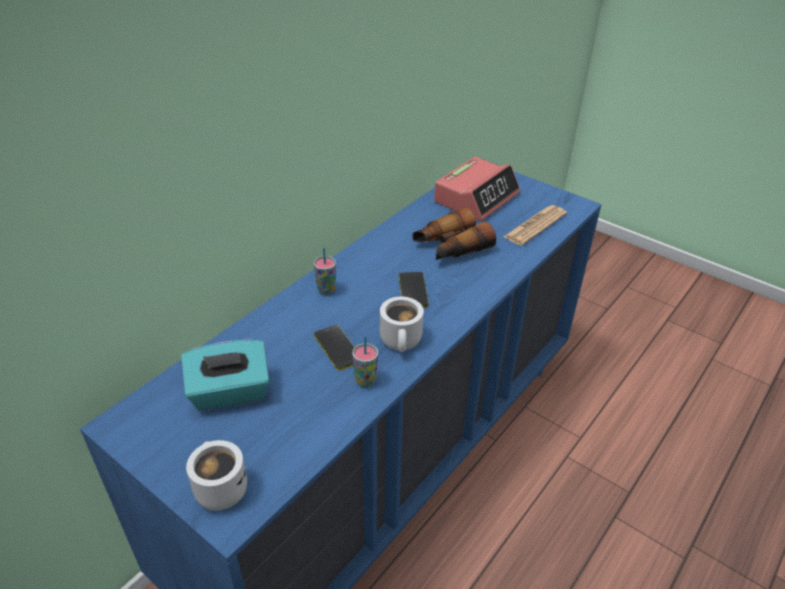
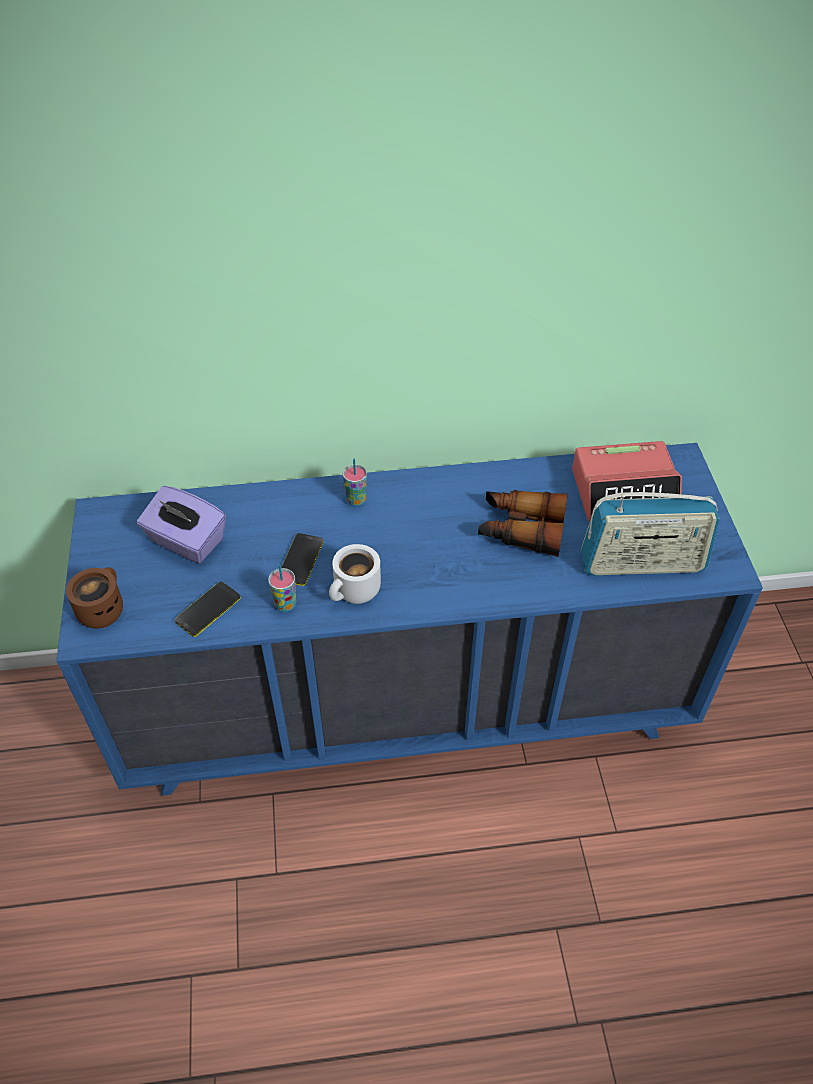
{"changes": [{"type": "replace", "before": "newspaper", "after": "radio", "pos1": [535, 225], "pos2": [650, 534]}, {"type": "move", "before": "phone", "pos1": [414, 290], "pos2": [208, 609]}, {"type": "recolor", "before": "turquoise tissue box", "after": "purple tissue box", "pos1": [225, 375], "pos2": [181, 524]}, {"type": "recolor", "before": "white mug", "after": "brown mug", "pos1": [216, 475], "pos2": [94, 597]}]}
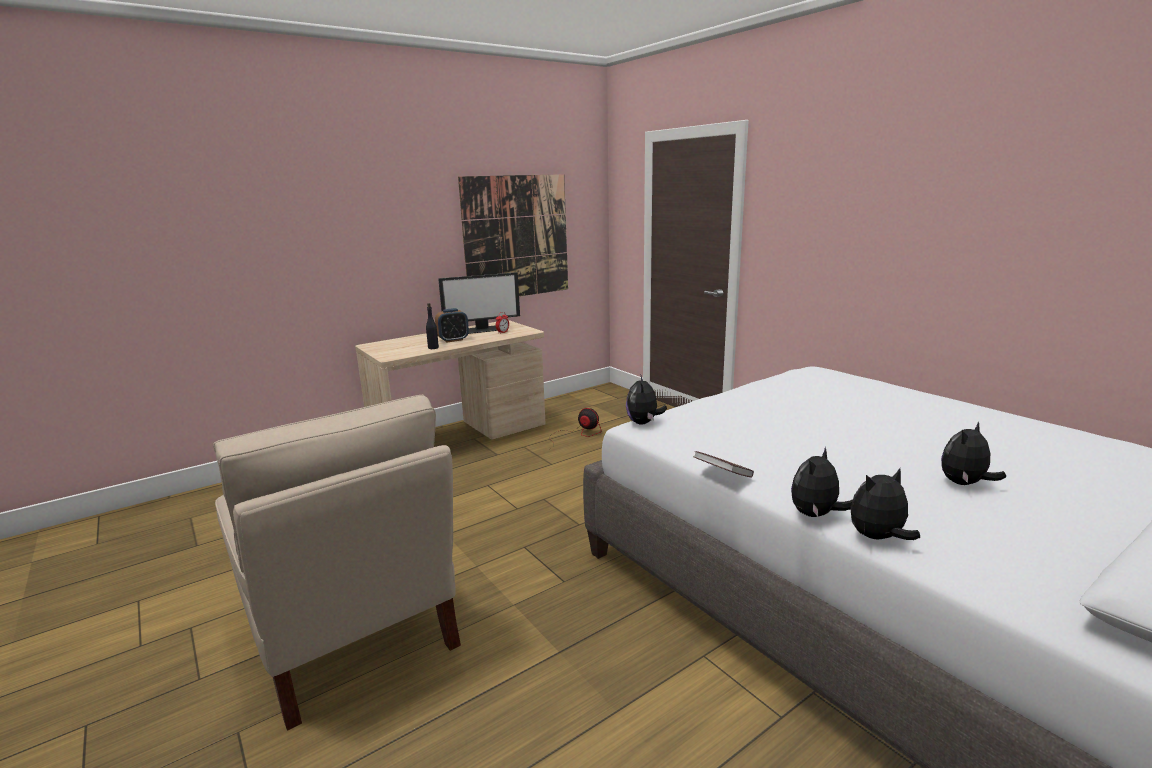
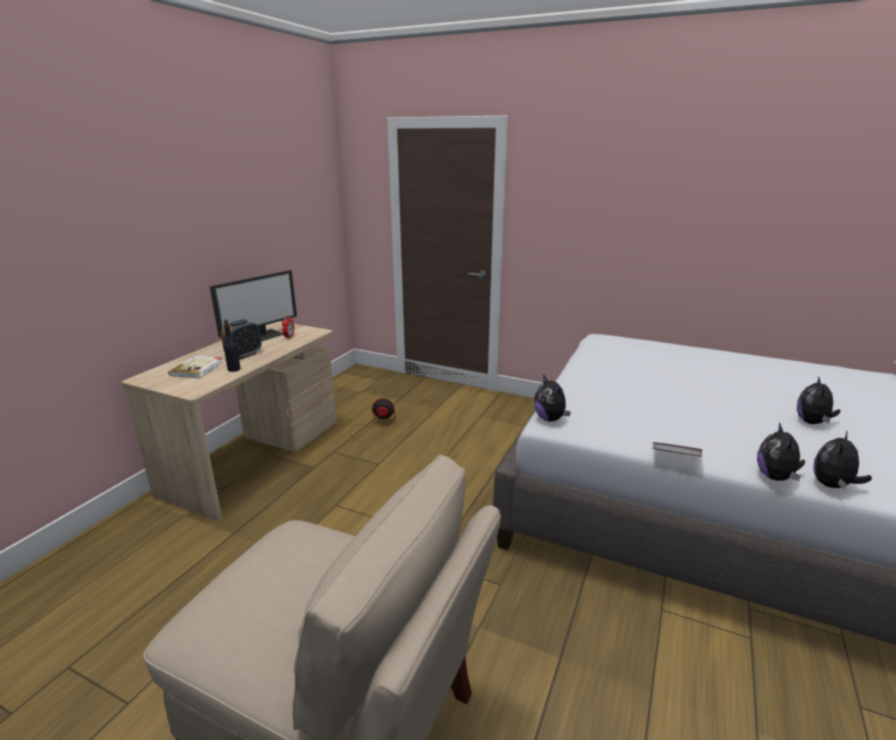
{"changes": [{"type": "delete", "before": "picture", "pos1": [513, 235]}, {"type": "insert", "after": "book", "pos2": [195, 367]}]}
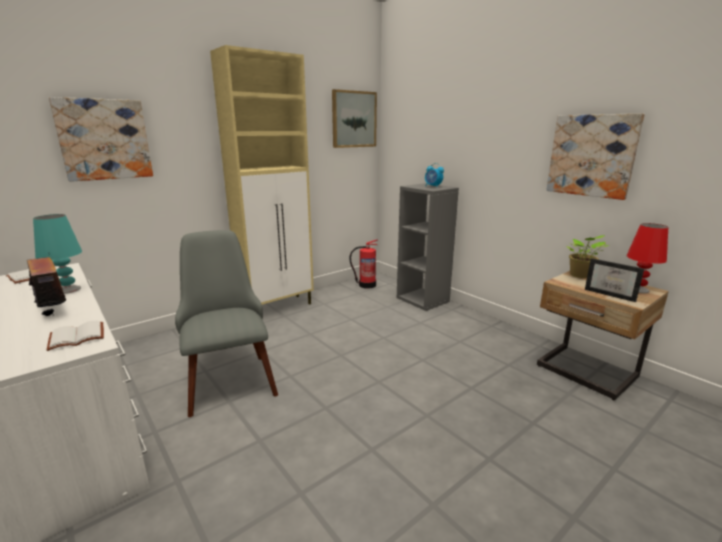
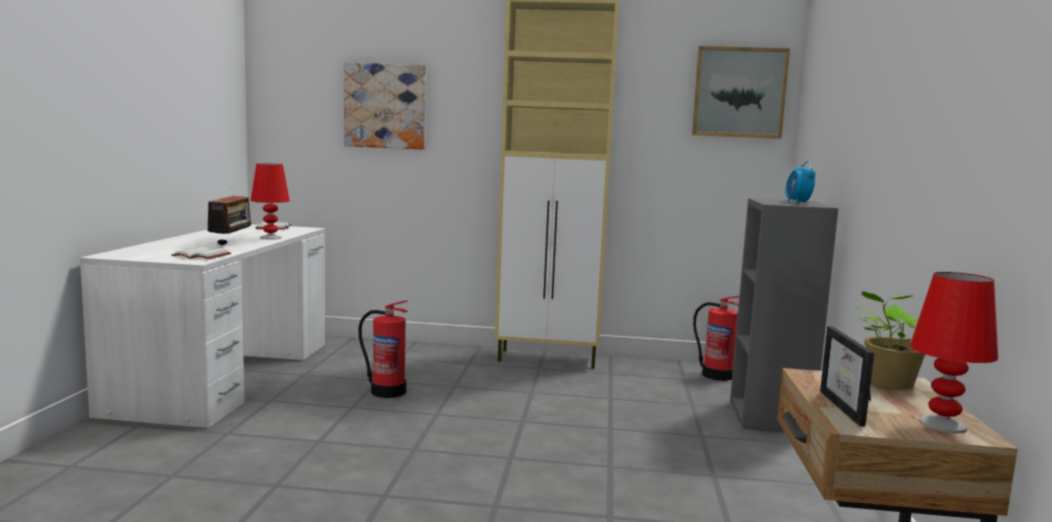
{"changes": [{"type": "delete", "before": "picture", "pos1": [595, 156]}, {"type": "recolor", "before": "turquoise table lamp", "after": "red table lamp", "pos1": [57, 254], "pos2": [270, 201]}, {"type": "replace", "before": "grey chair", "after": "fire extinguisher", "pos1": [226, 323], "pos2": [383, 349]}]}
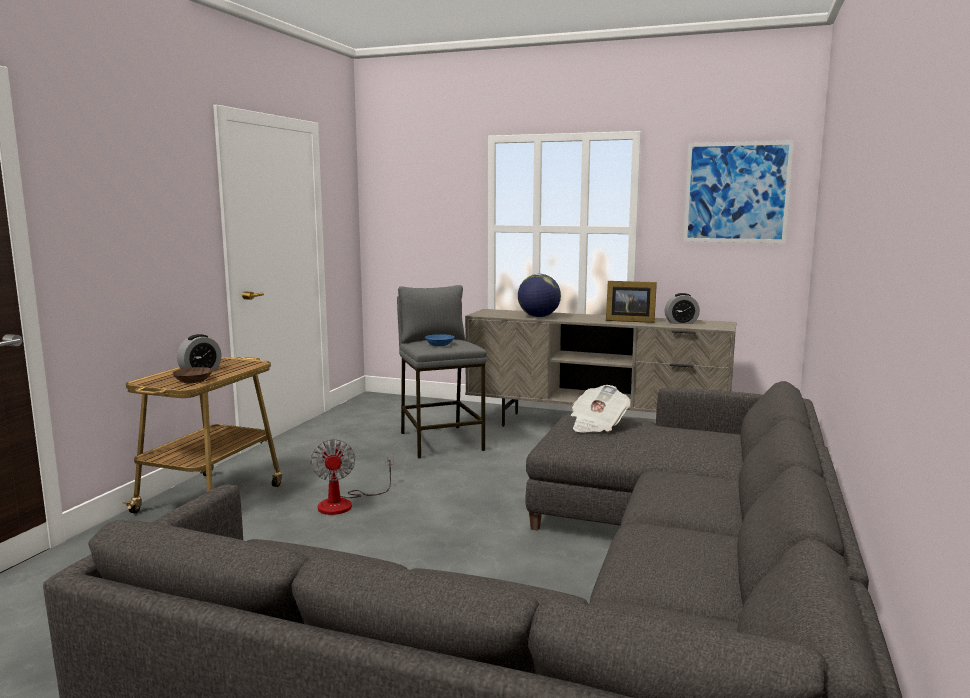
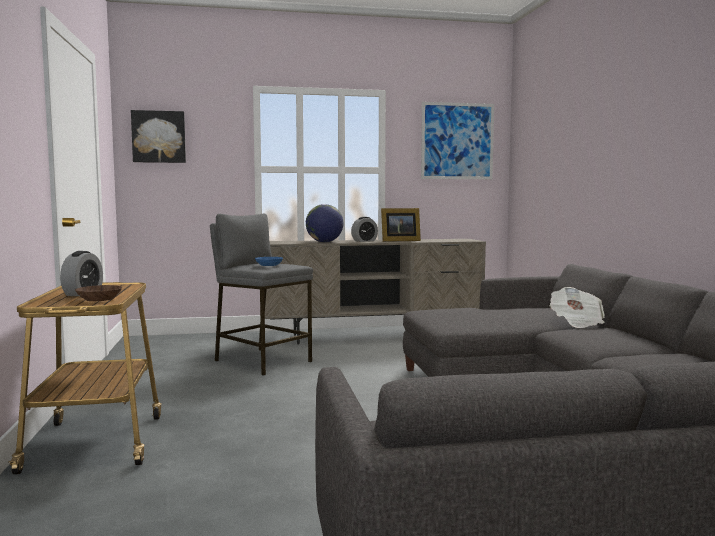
{"changes": [{"type": "move", "before": "alarm clock", "pos1": [682, 308], "pos2": [364, 229]}, {"type": "move", "before": "newspaper", "pos1": [601, 409], "pos2": [577, 307]}, {"type": "delete", "before": "fan", "pos1": [351, 477]}, {"type": "insert", "after": "picture", "pos2": [158, 136]}]}
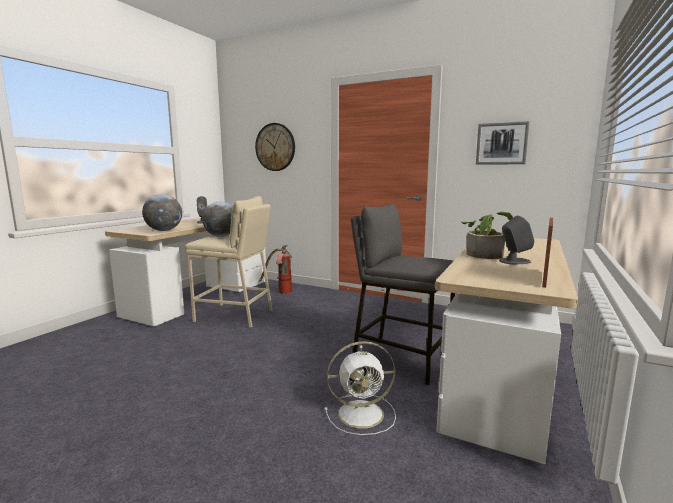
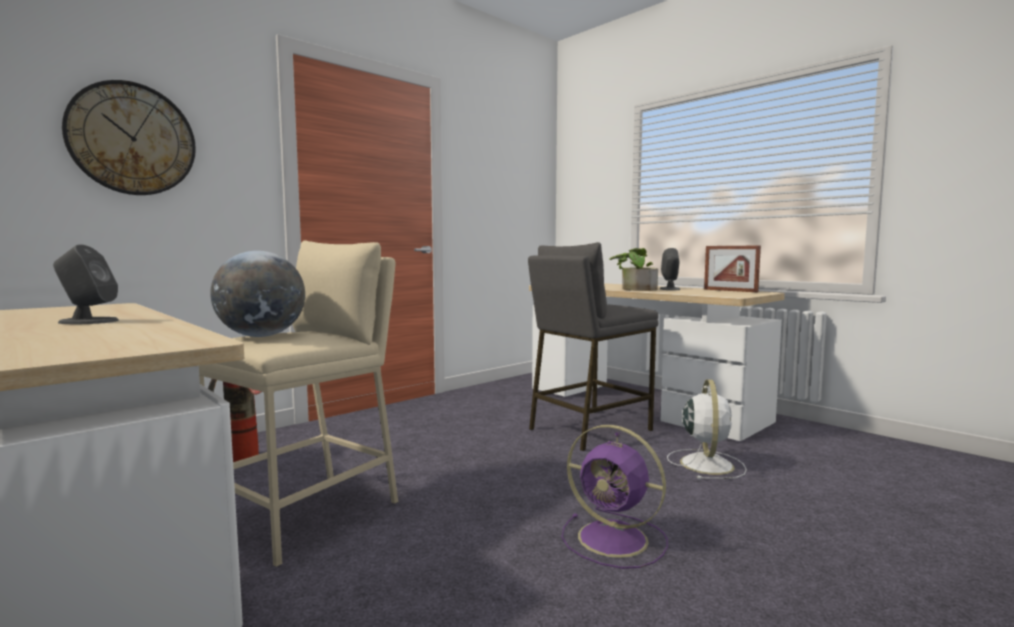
{"changes": [{"type": "delete", "before": "picture", "pos1": [502, 143]}, {"type": "delete", "before": "globe", "pos1": [162, 212]}, {"type": "insert", "after": "purple fan", "pos2": [615, 497]}]}
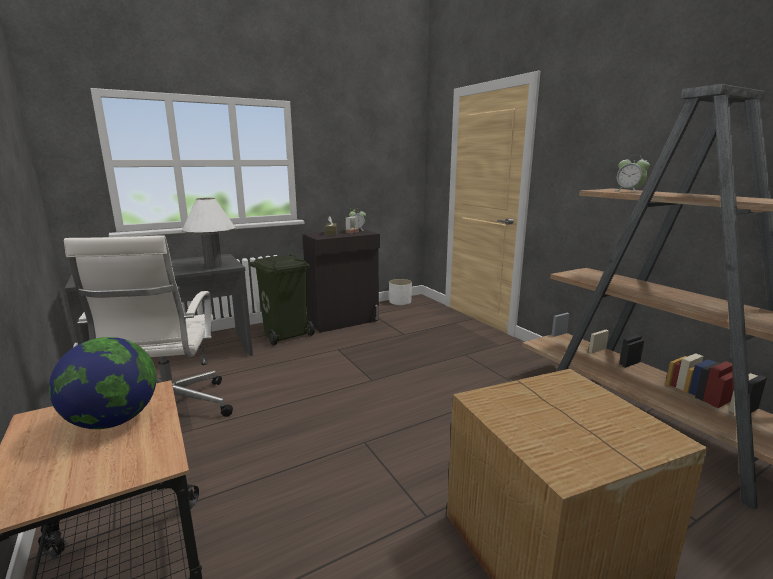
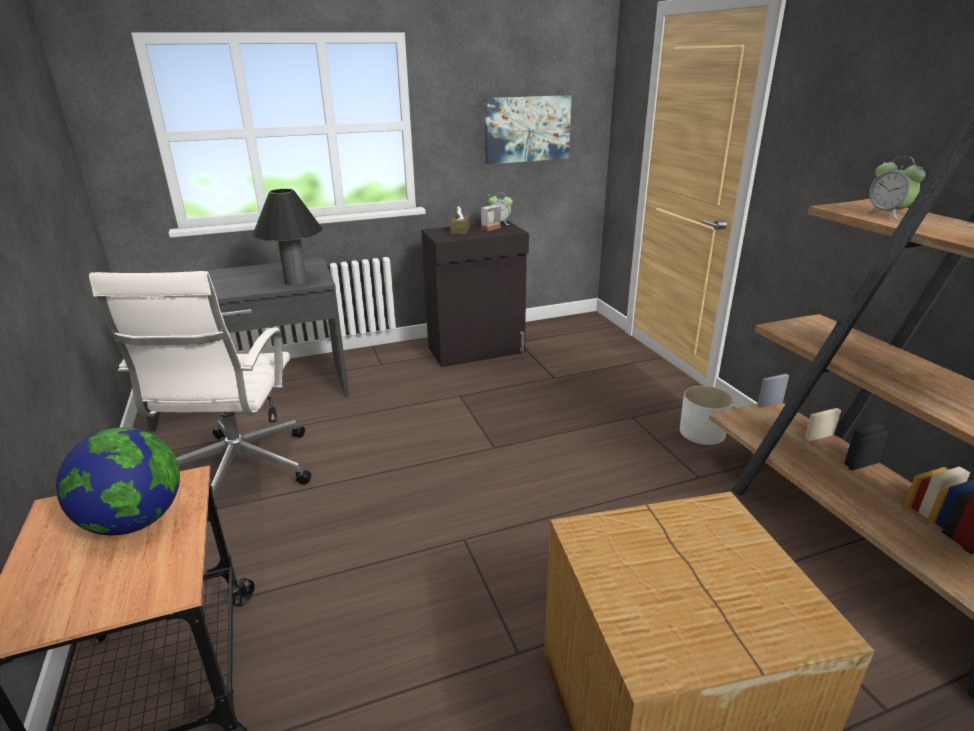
{"changes": [{"type": "recolor", "before": "white table lamp", "after": "black table lamp", "pos1": [208, 233], "pos2": [287, 237]}, {"type": "delete", "before": "green trash can", "pos1": [282, 299]}, {"type": "move", "before": "white planter", "pos1": [400, 292], "pos2": [707, 415]}, {"type": "insert", "after": "picture", "pos2": [528, 129]}]}
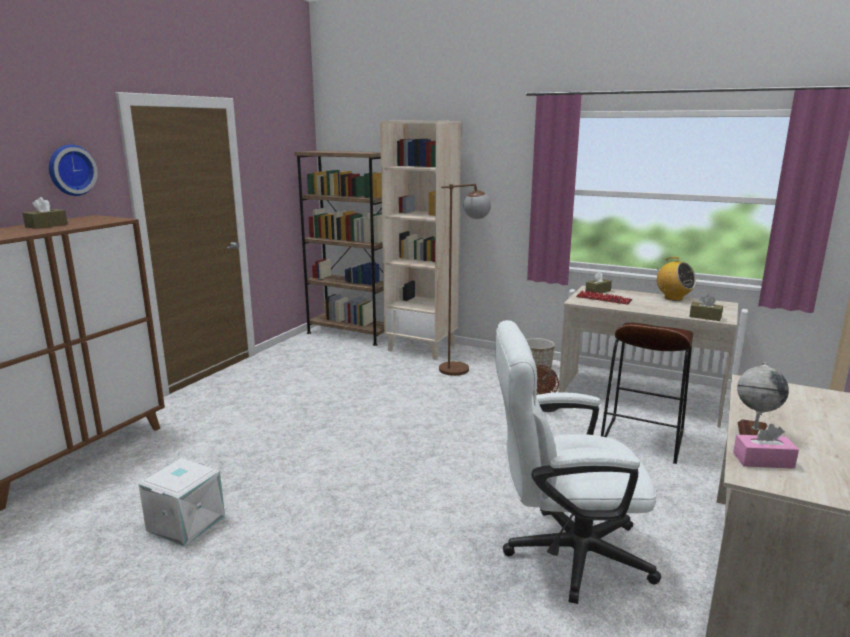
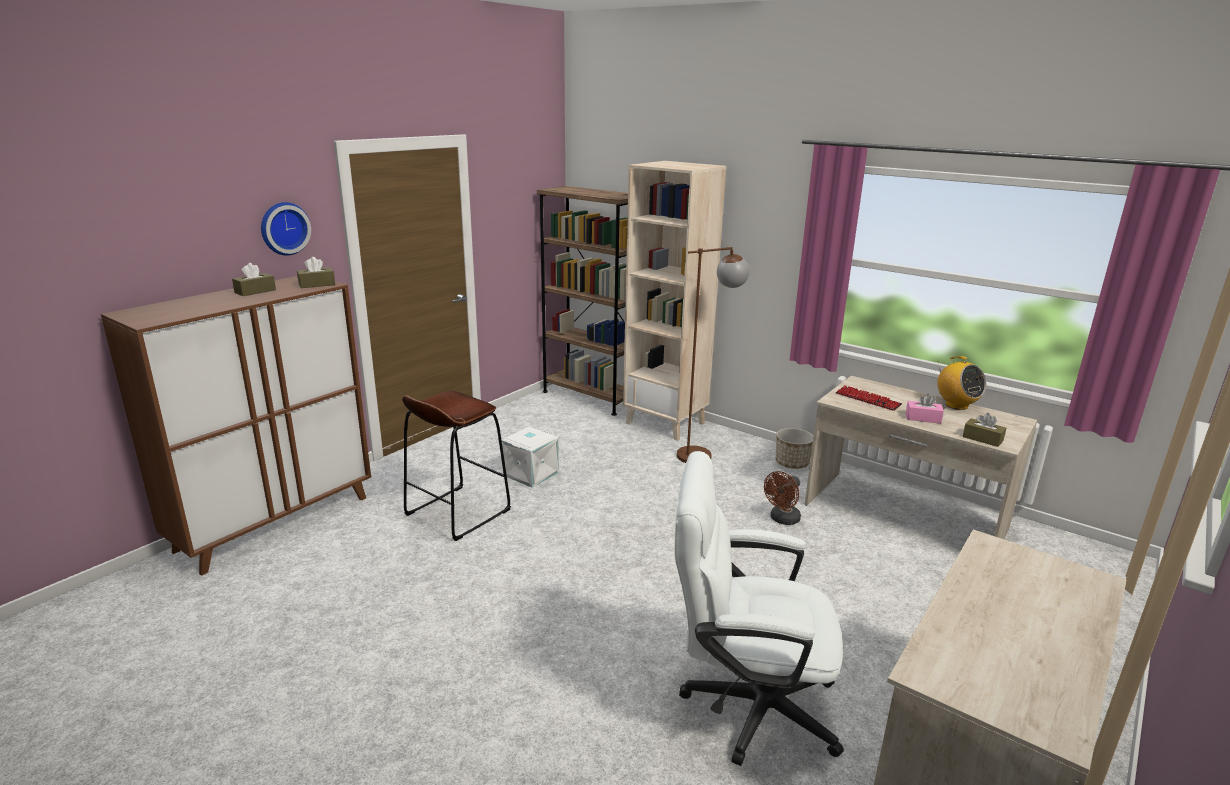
{"changes": [{"type": "move", "before": "brown tissue box", "pos1": [599, 282], "pos2": [316, 272]}, {"type": "move", "before": "brown stool", "pos1": [647, 393], "pos2": [456, 465]}, {"type": "delete", "before": "globe", "pos1": [763, 398]}, {"type": "move", "before": "pink tissue box", "pos1": [766, 446], "pos2": [925, 409]}, {"type": "move", "before": "white storage box", "pos1": [181, 502], "pos2": [530, 457]}]}
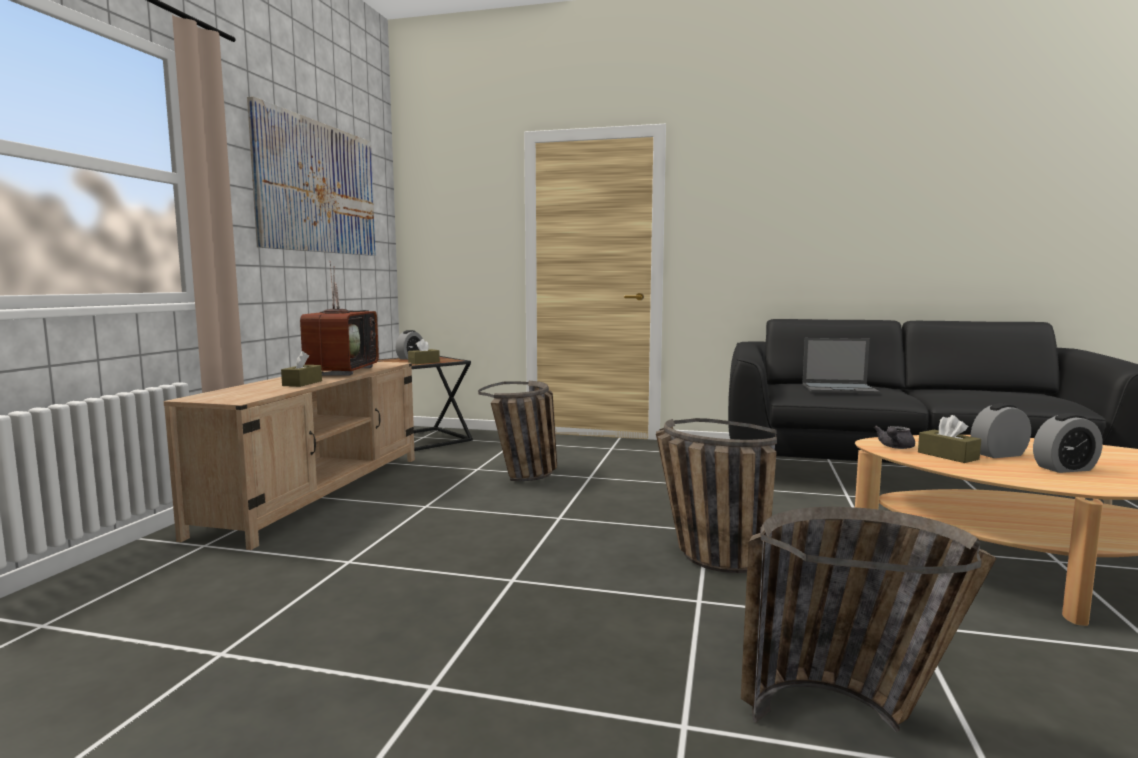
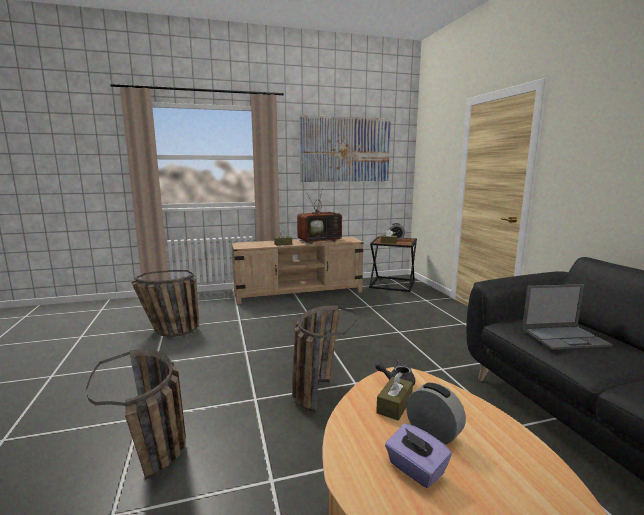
{"changes": [{"type": "rotate", "before": "laptop", "pos1": [841, 366], "pos2": [567, 316], "turn": -75}, {"type": "move", "before": "basket", "pos1": [517, 431], "pos2": [165, 303]}, {"type": "replace", "before": "alarm clock", "after": "purple tissue box", "pos1": [1068, 443], "pos2": [418, 456]}]}
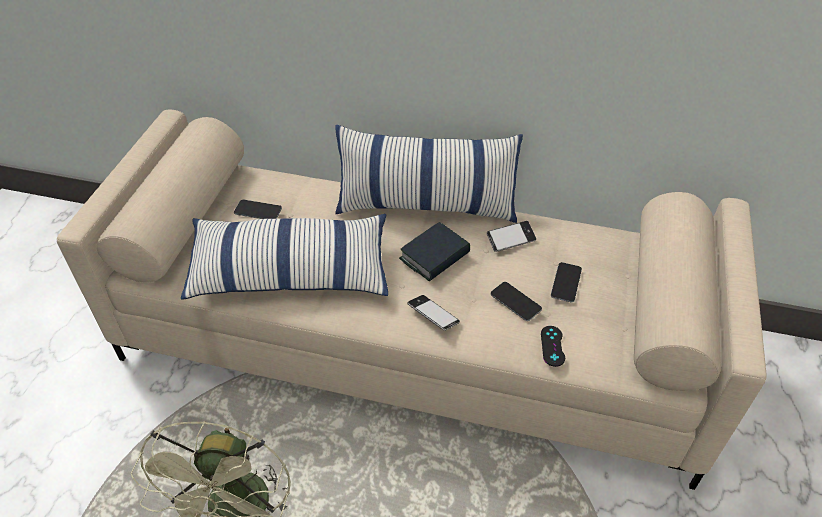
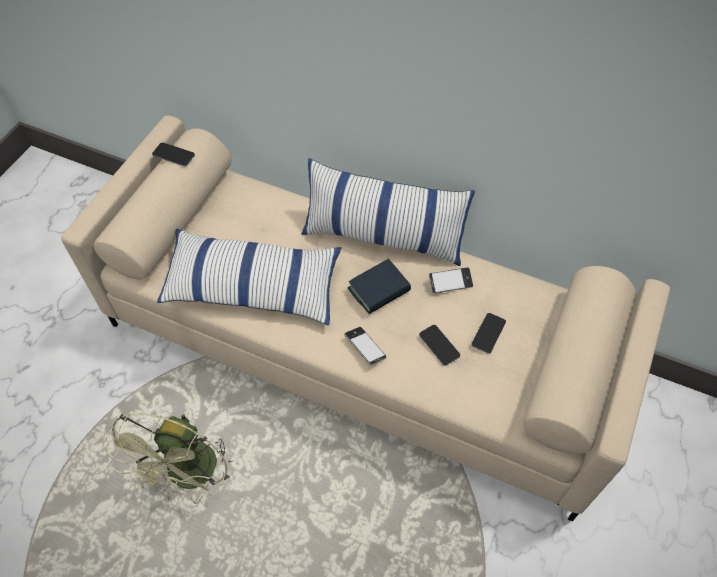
{"changes": [{"type": "move", "before": "phone", "pos1": [258, 209], "pos2": [173, 154]}, {"type": "delete", "before": "black game controller", "pos1": [553, 346]}]}
